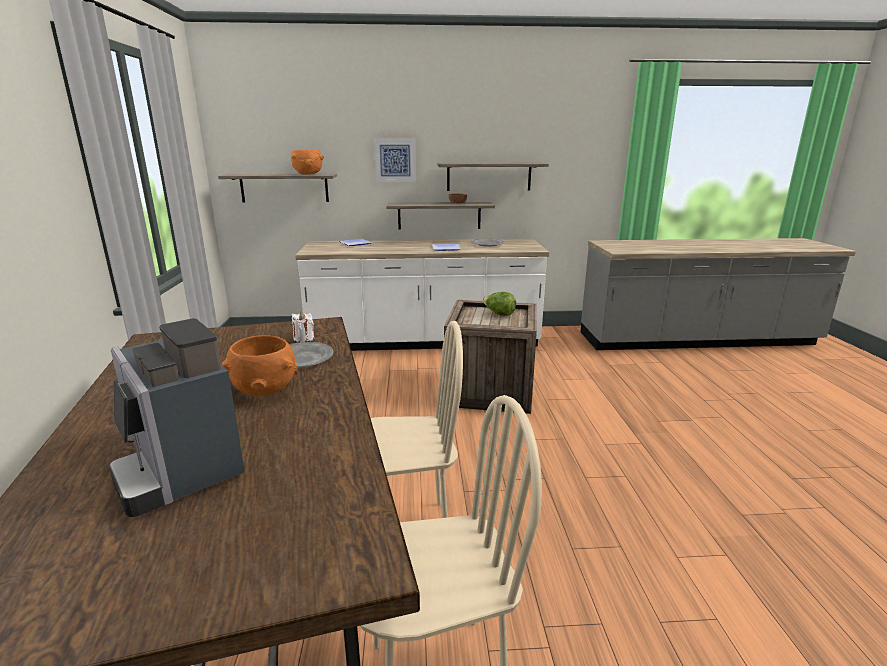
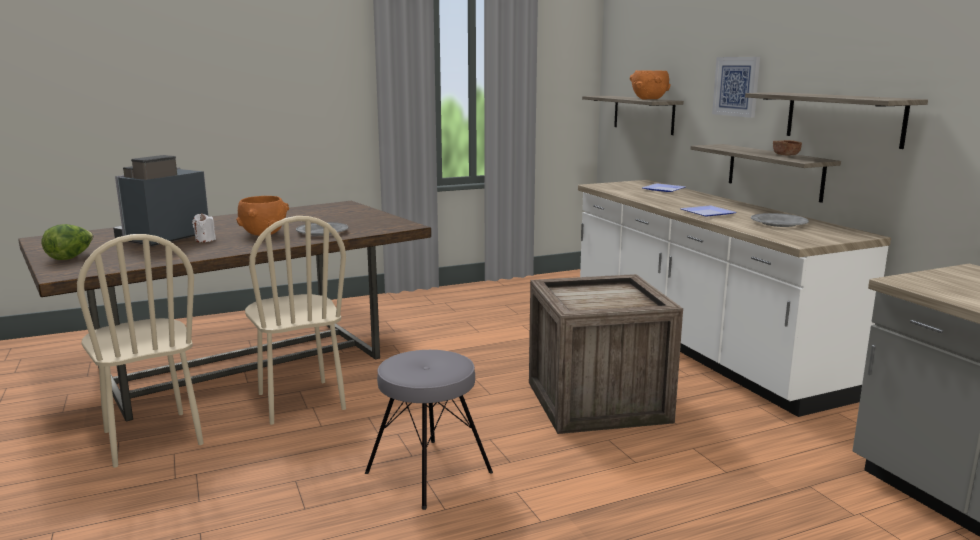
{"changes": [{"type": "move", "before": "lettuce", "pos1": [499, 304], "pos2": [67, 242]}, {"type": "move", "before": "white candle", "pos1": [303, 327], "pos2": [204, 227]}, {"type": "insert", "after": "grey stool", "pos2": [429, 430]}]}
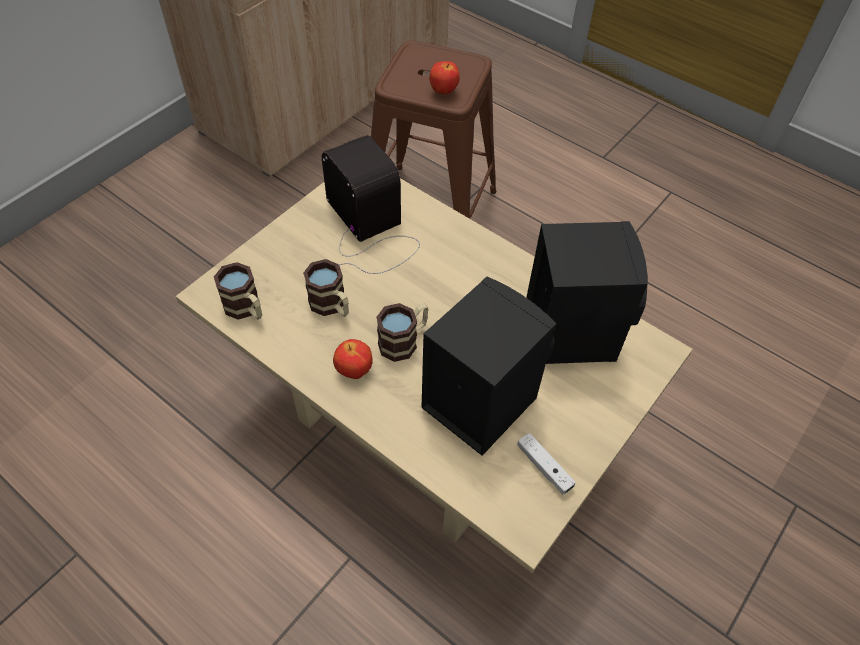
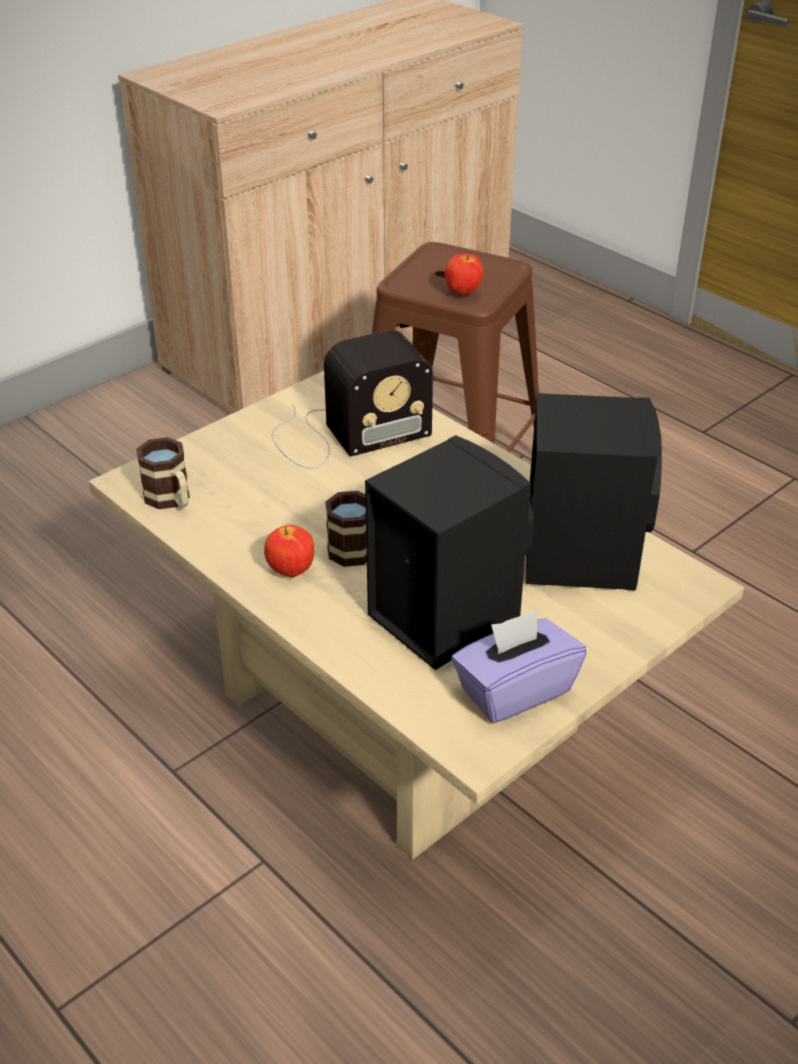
{"changes": [{"type": "rotate", "before": "radio", "pos1": [371, 204], "pos2": [352, 399], "turn": 90}, {"type": "delete", "before": "mug", "pos1": [326, 288]}, {"type": "replace", "before": "white game controller", "after": "purple tissue box", "pos1": [546, 464], "pos2": [519, 666]}]}
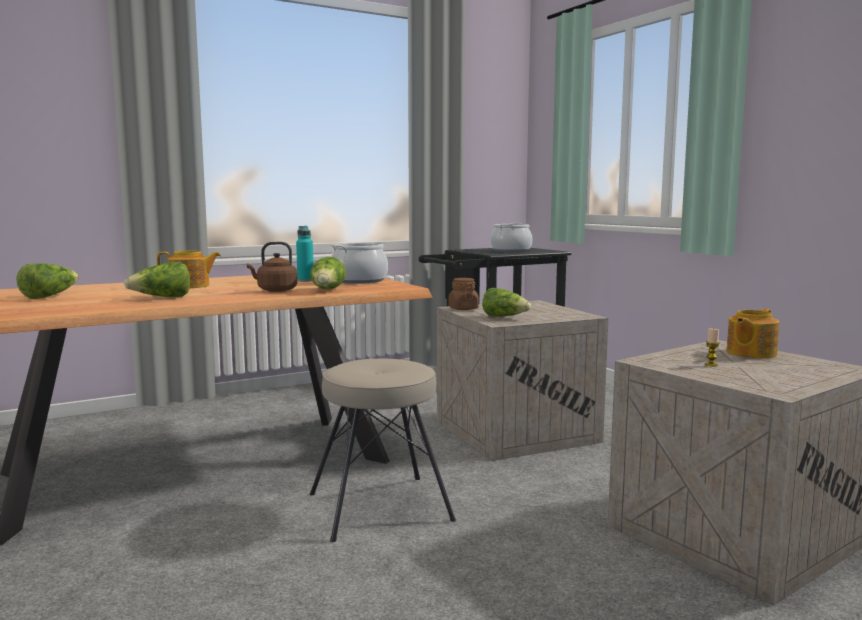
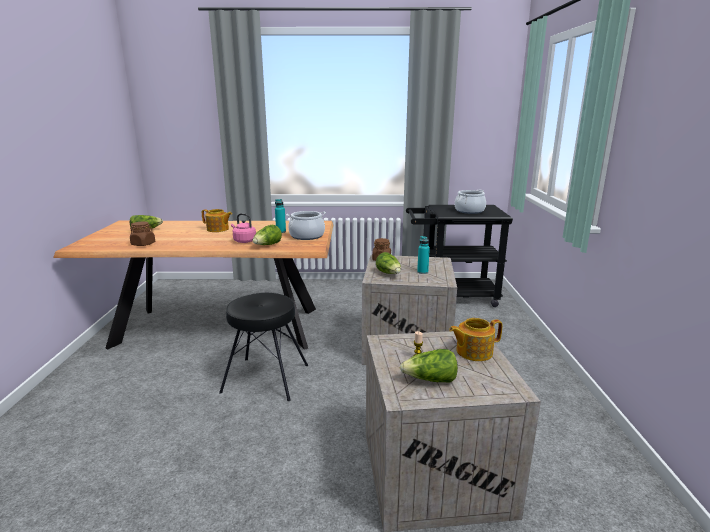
{"changes": [{"type": "recolor", "before": "brown kettle", "after": "pink kettle", "pos1": [272, 267], "pos2": [243, 228]}, {"type": "move", "before": "lettuce", "pos1": [157, 279], "pos2": [429, 365]}, {"type": "recolor", "before": "beige stool", "after": "black stool", "pos1": [383, 450], "pos2": [263, 347]}, {"type": "insert", "after": "brown jar", "pos2": [142, 234]}, {"type": "insert", "after": "turquoise bottle", "pos2": [423, 255]}]}
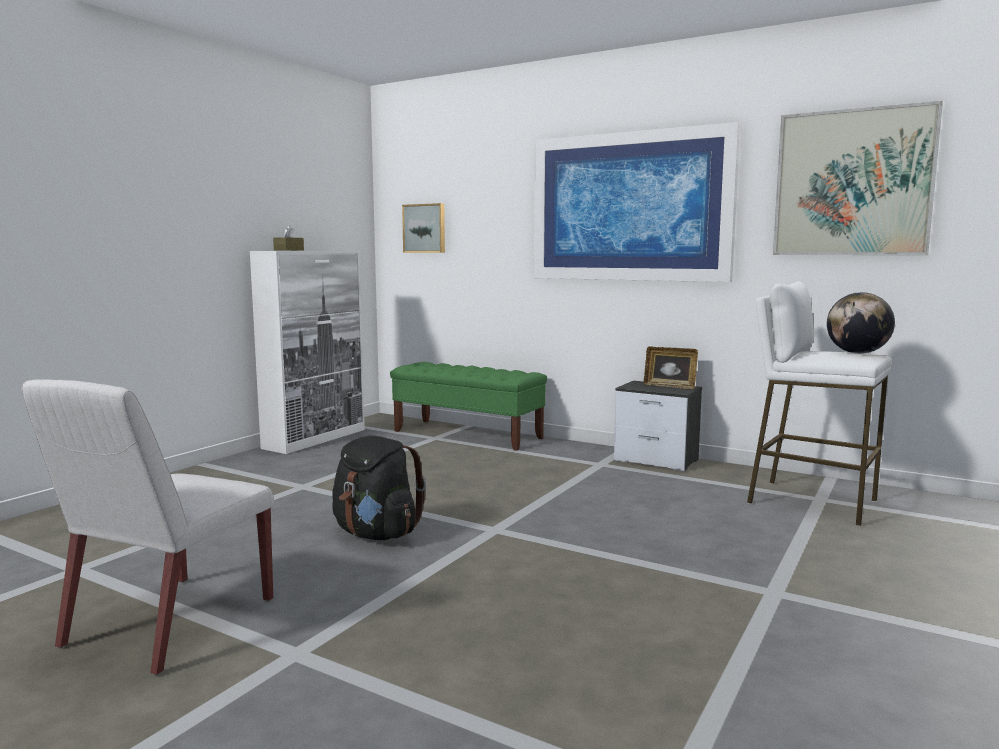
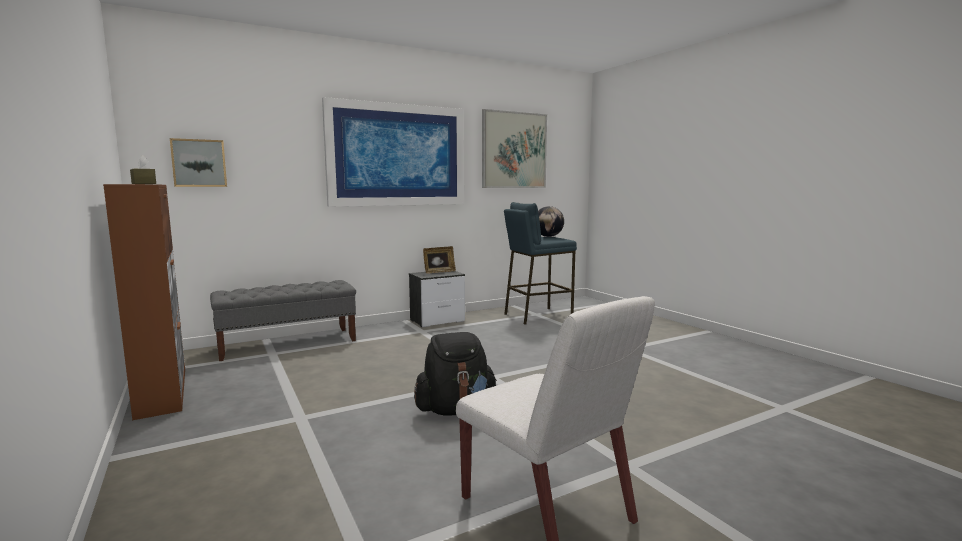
{"changes": [{"type": "recolor", "before": "white cabinet", "after": "brown cabinet", "pos1": [307, 352], "pos2": [144, 302]}, {"type": "recolor", "before": "white stool", "after": "blue stool", "pos1": [819, 403], "pos2": [540, 263]}, {"type": "recolor", "before": "green bench", "after": "grey bench", "pos1": [468, 406], "pos2": [283, 320]}]}
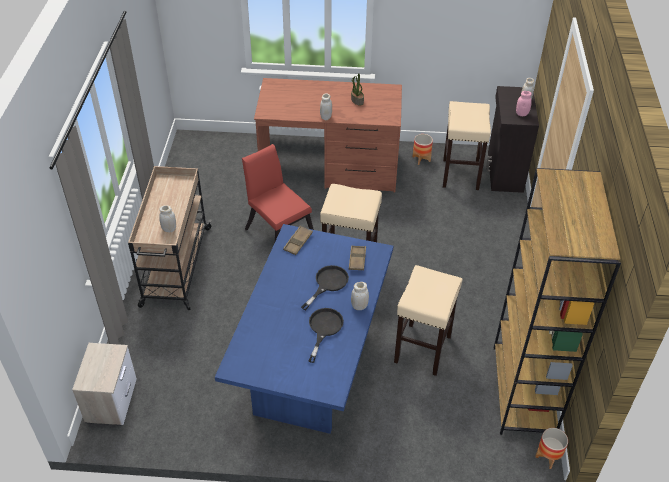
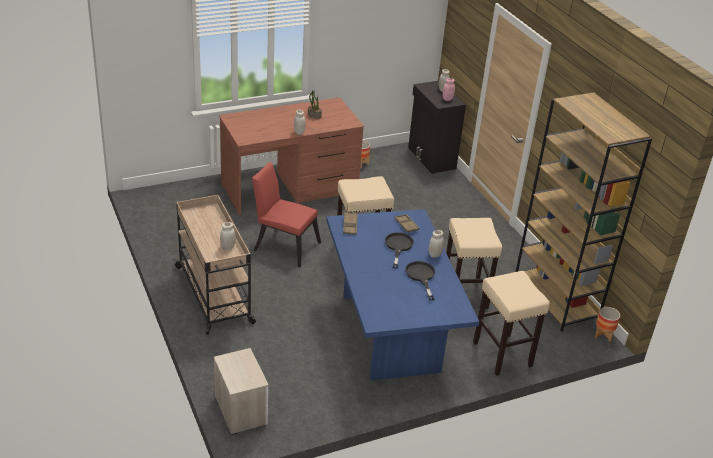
{"changes": [{"type": "move", "before": "beige stool", "pos1": [467, 145], "pos2": [511, 323]}]}
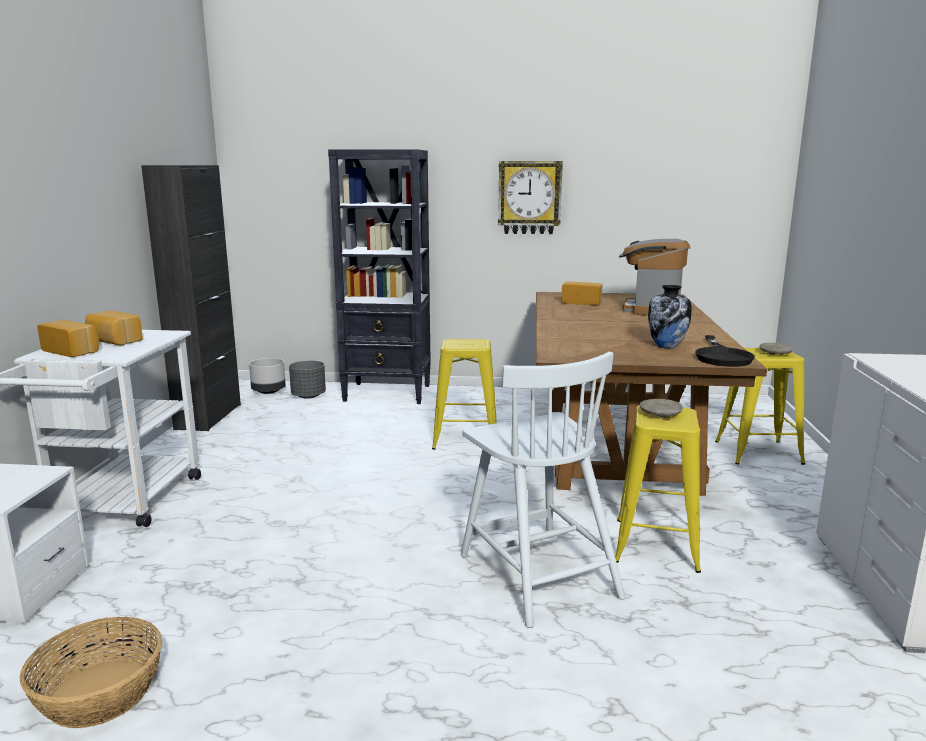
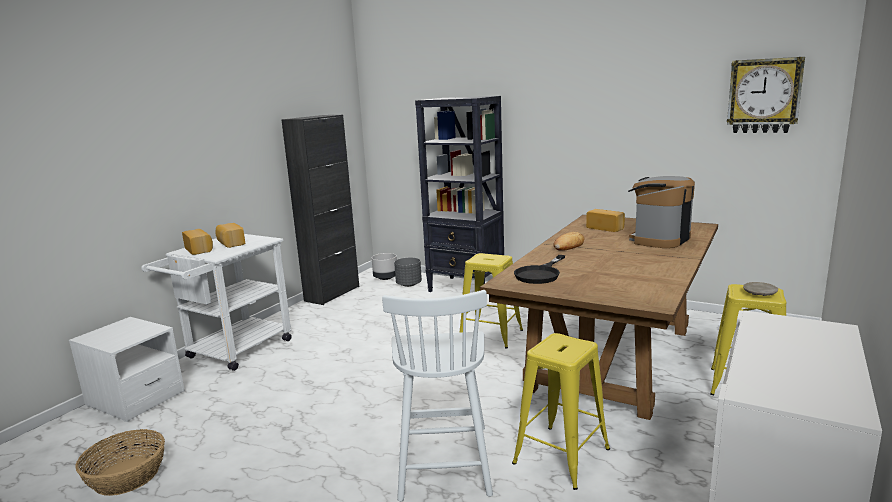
{"changes": [{"type": "move", "before": "wall clock", "pos1": [530, 197], "pos2": [766, 95]}, {"type": "delete", "before": "vase", "pos1": [670, 317]}, {"type": "move", "before": "black frying pan", "pos1": [725, 351], "pos2": [539, 269]}, {"type": "delete", "before": "beige plate", "pos1": [661, 408]}, {"type": "insert", "after": "bread", "pos2": [569, 241]}]}
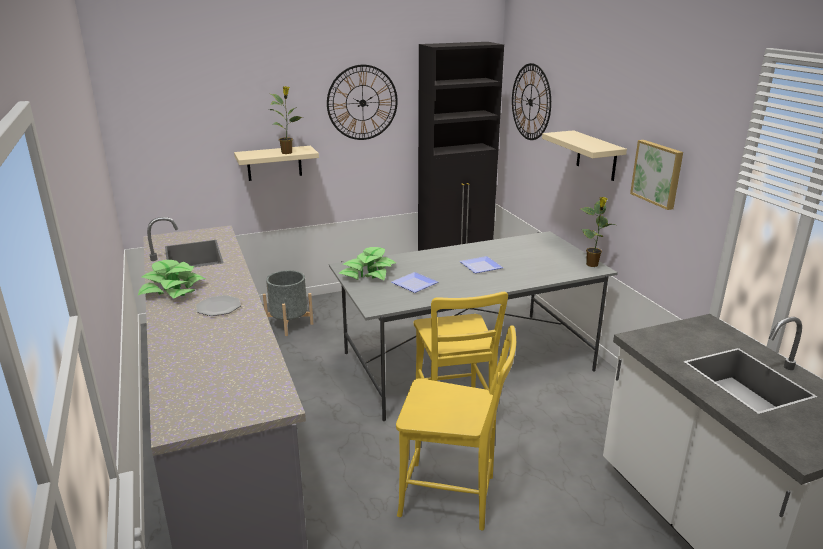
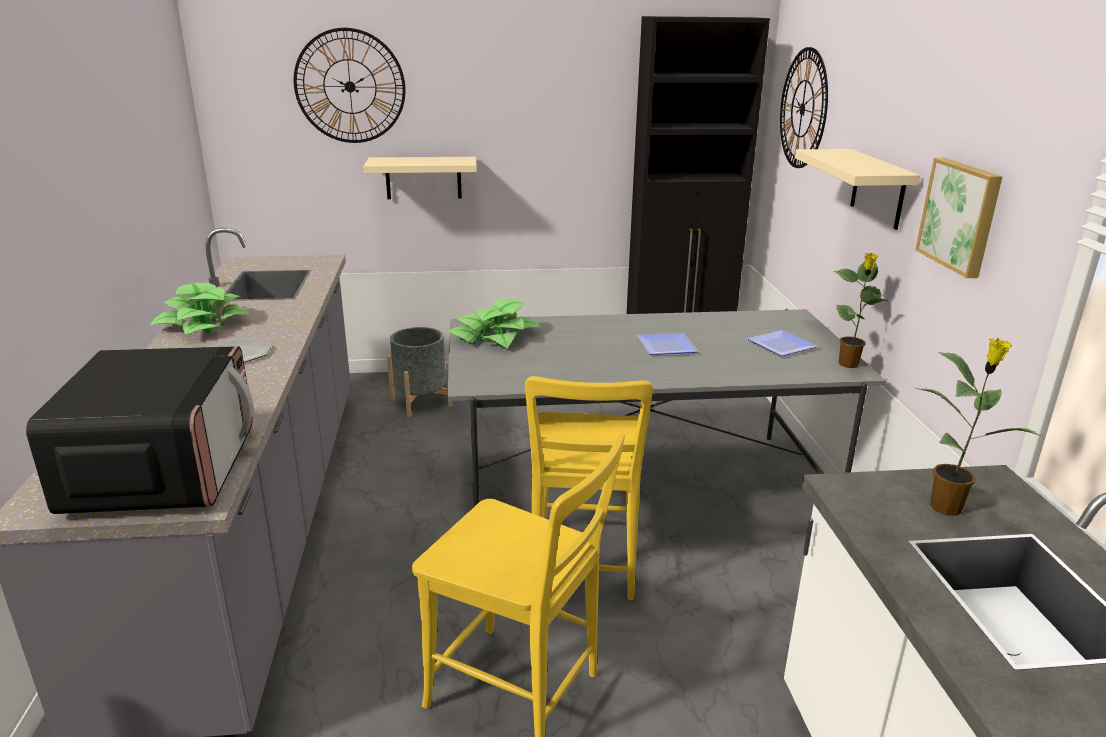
{"changes": [{"type": "move", "before": "wall clock", "pos1": [362, 102], "pos2": [349, 85]}, {"type": "move", "before": "potted plant", "pos1": [287, 120], "pos2": [978, 427]}, {"type": "move", "before": "plate", "pos1": [414, 282], "pos2": [782, 343]}, {"type": "insert", "after": "microwave", "pos2": [140, 430]}]}
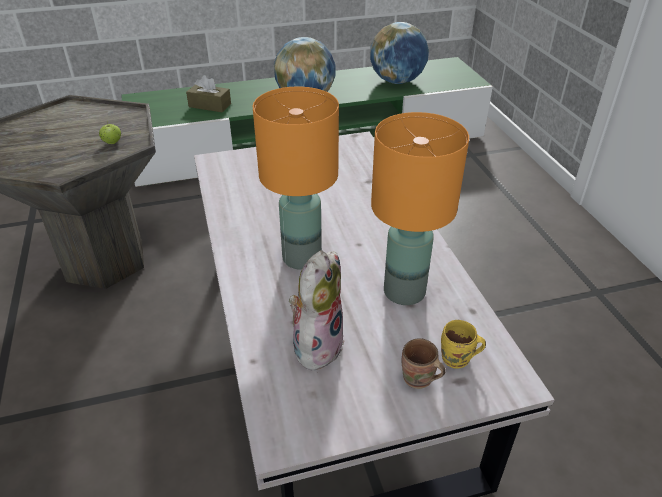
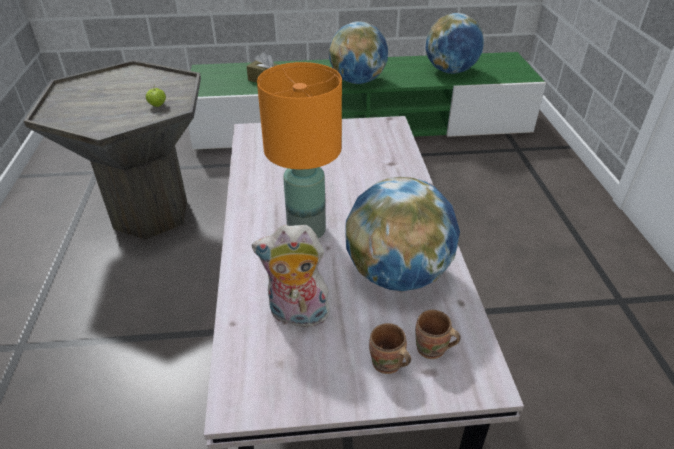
{"changes": [{"type": "replace", "before": "orange table lamp", "after": "globe", "pos1": [420, 208], "pos2": [402, 234]}, {"type": "rotate", "before": "plush toy", "pos1": [317, 313], "pos2": [291, 276], "turn": -120}, {"type": "recolor", "before": "yellow mug", "after": "brown mug", "pos1": [463, 344], "pos2": [438, 334]}]}
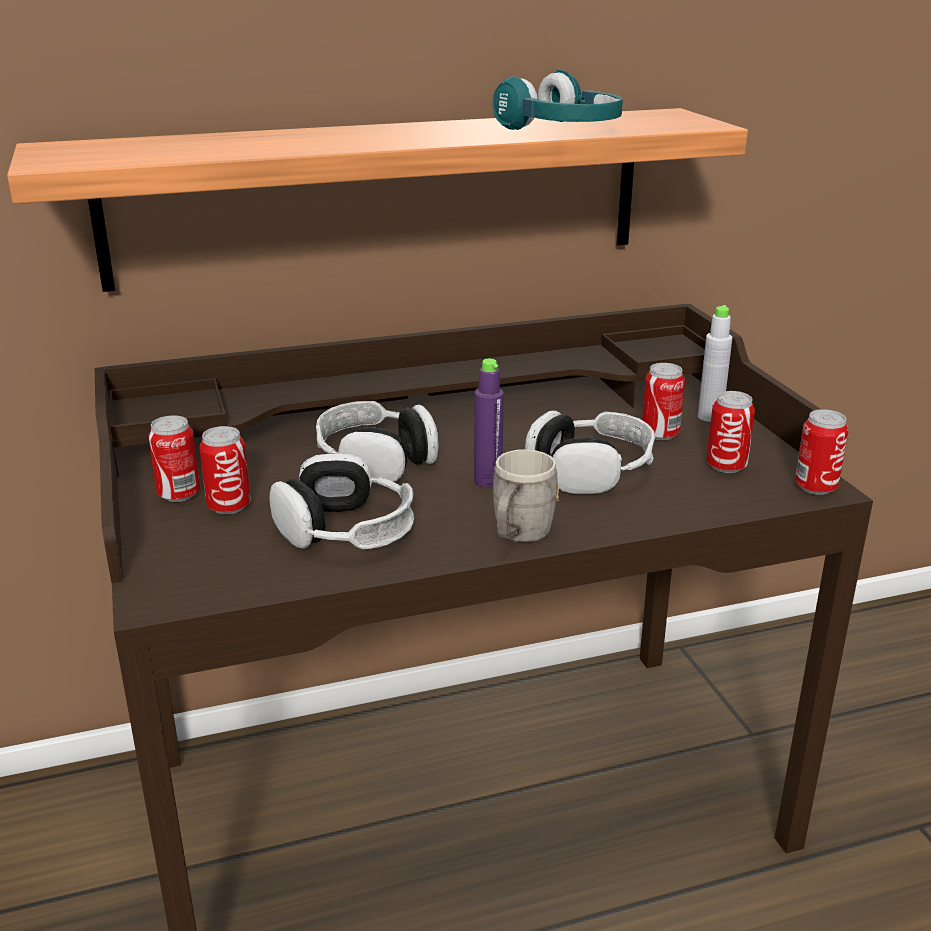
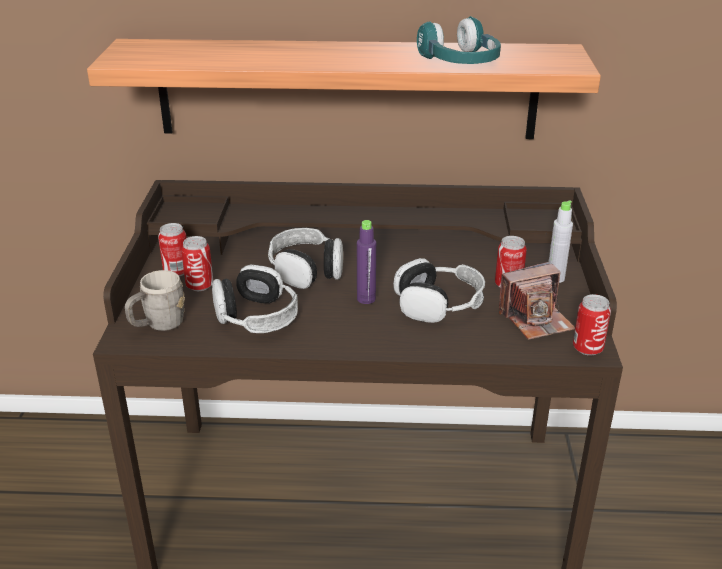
{"changes": [{"type": "replace", "before": "can", "after": "photo camera", "pos1": [730, 432], "pos2": [537, 301]}, {"type": "move", "before": "grey mug", "pos1": [526, 495], "pos2": [155, 300]}]}
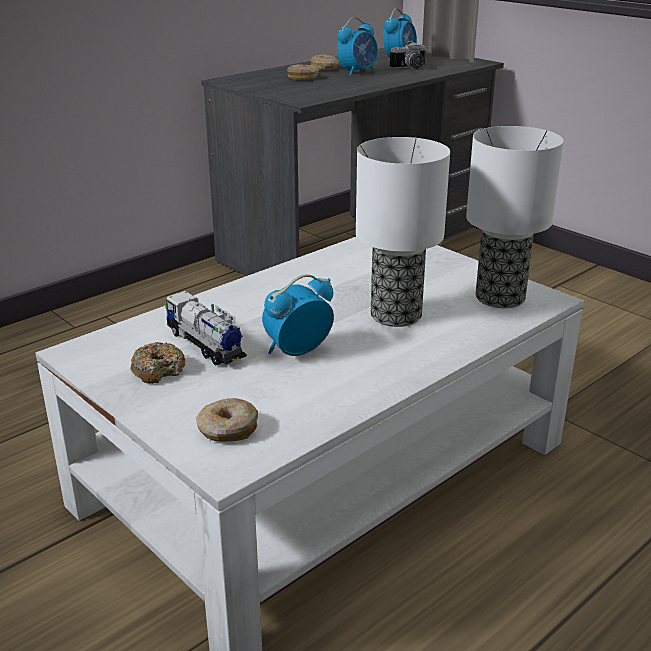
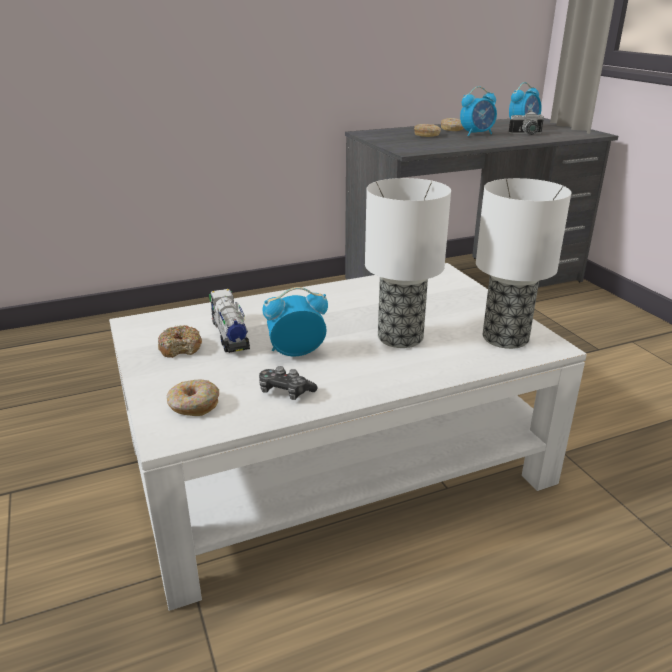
{"changes": [{"type": "insert", "after": "game controller", "pos2": [288, 383]}]}
